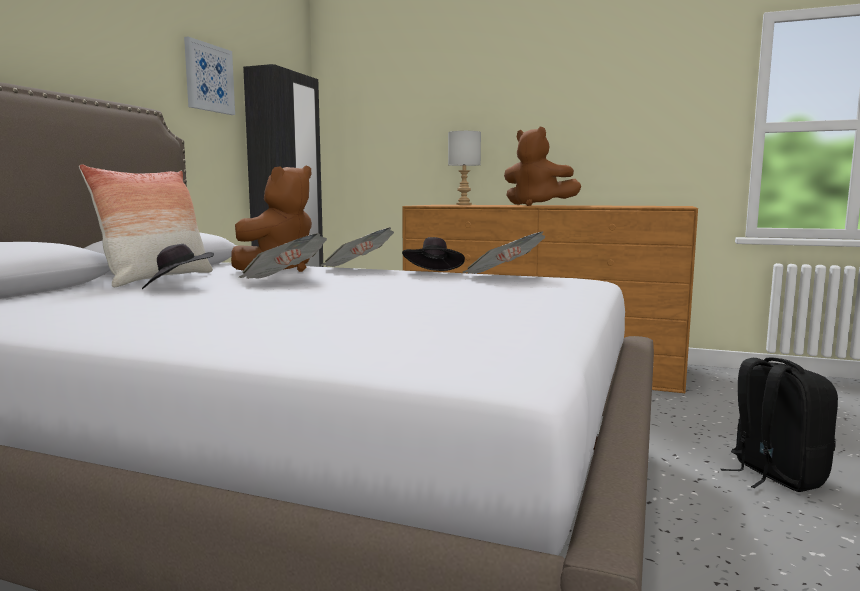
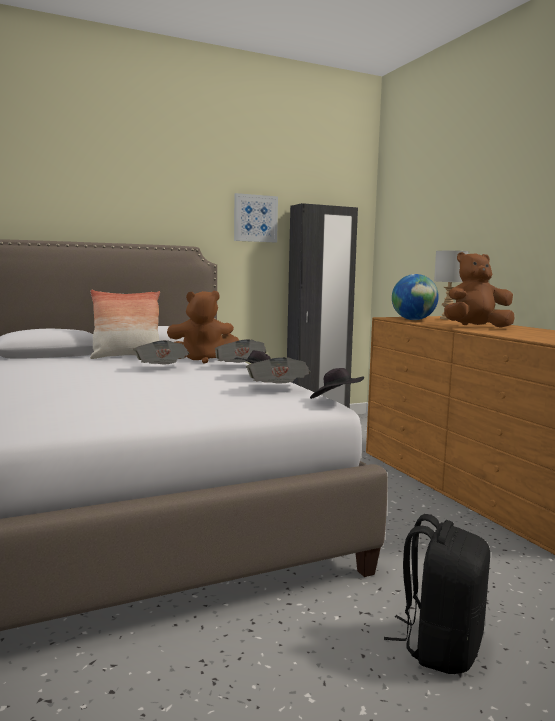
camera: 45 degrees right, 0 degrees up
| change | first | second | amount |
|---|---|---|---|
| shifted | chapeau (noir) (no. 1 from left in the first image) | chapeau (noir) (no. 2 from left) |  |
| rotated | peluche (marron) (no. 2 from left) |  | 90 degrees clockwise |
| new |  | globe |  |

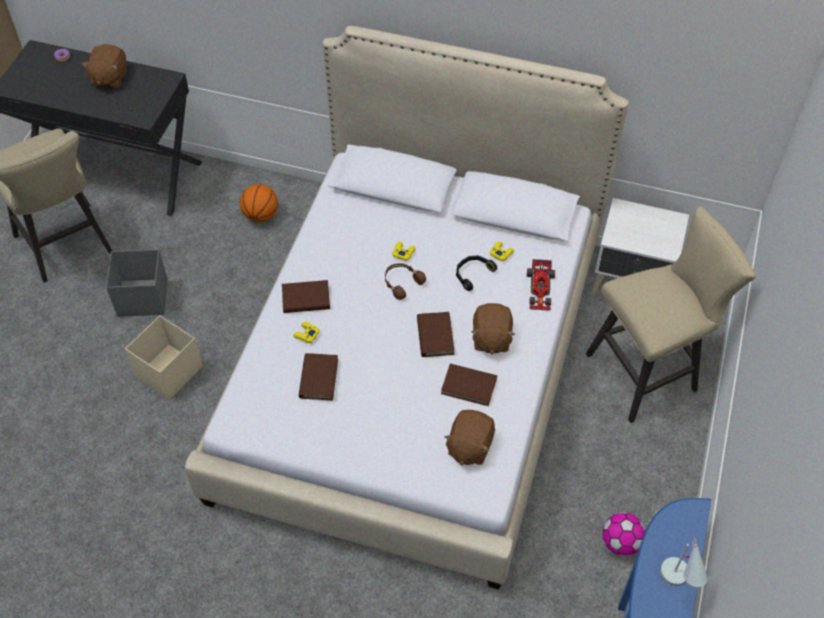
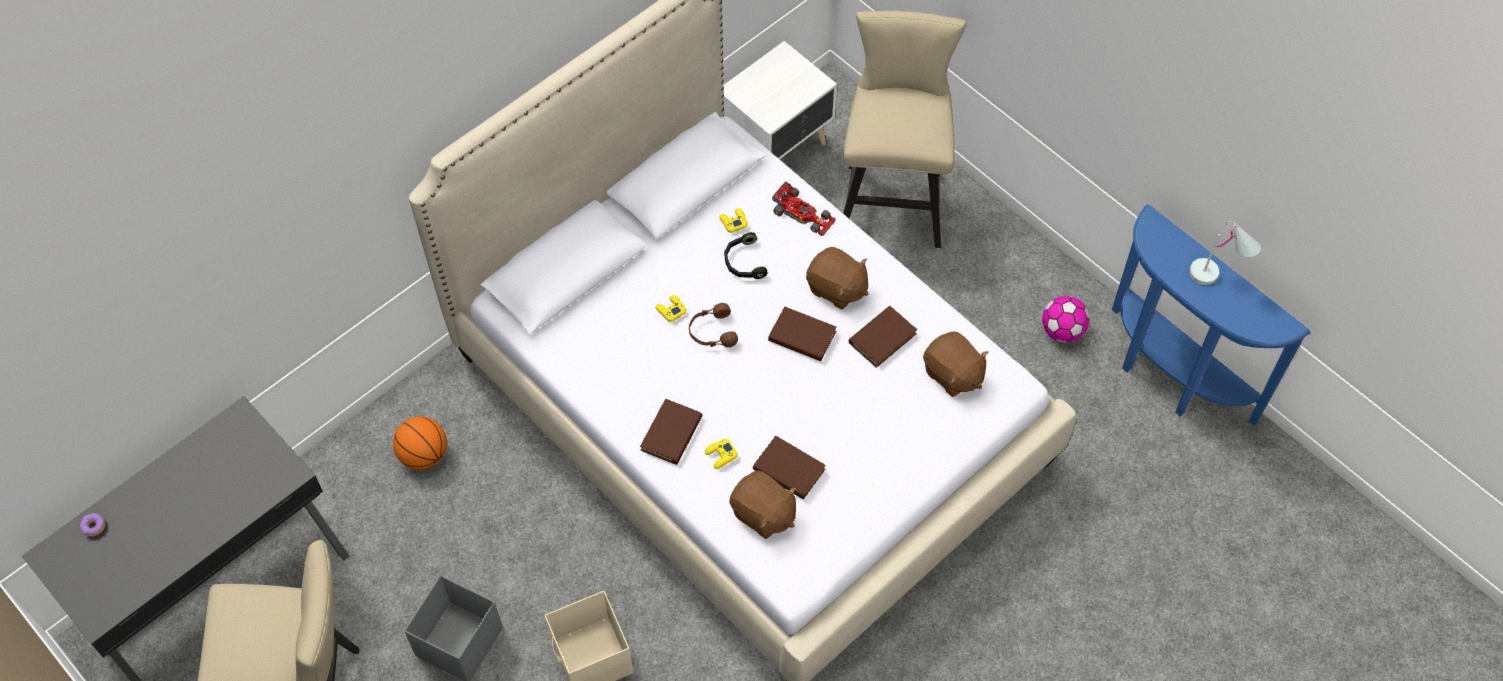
camera: 60 degrees left, 5 degrees up
| change | first | second | amount |
|---|---|---|---|
| shifted | peluche (marron) (no. 1 from left) |  |  |

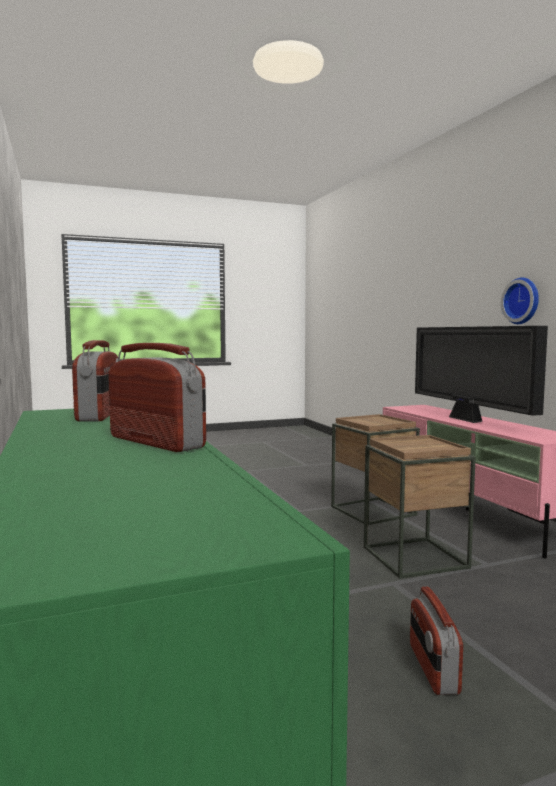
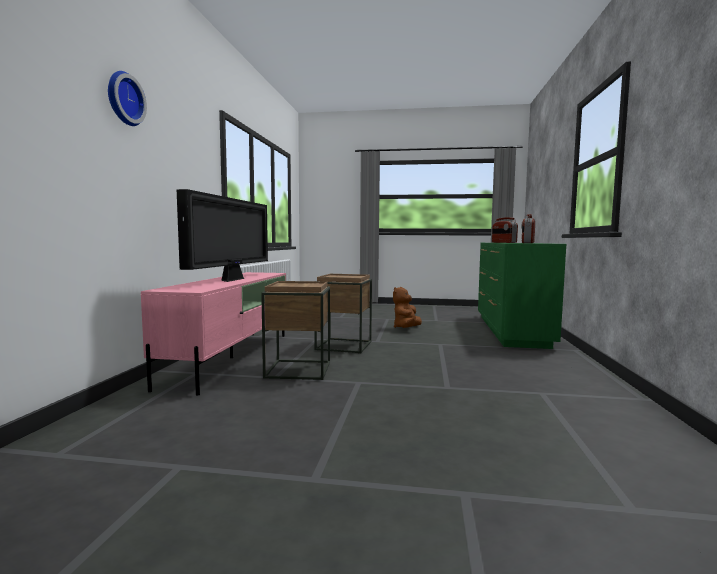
camera: 150 degrees left, 0 degrees up
| change | first | second | amount |
|---|---|---|---|
| swapped | radio (no. 3 from left) | peluche (marron) |  |
| shifted | horloge murale |  |  |

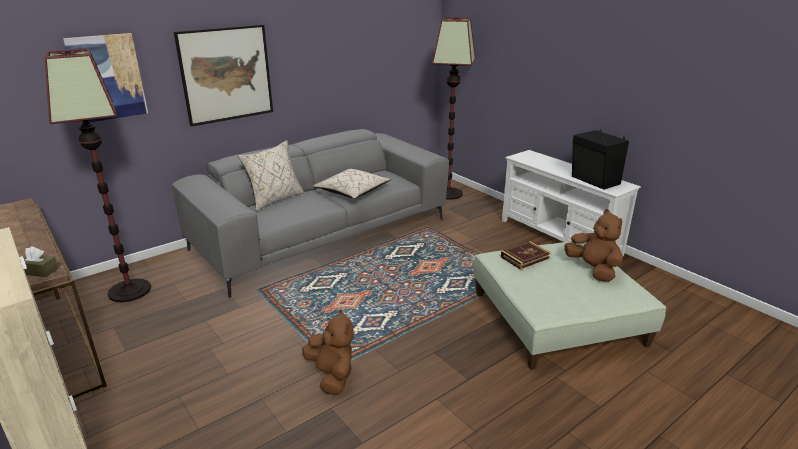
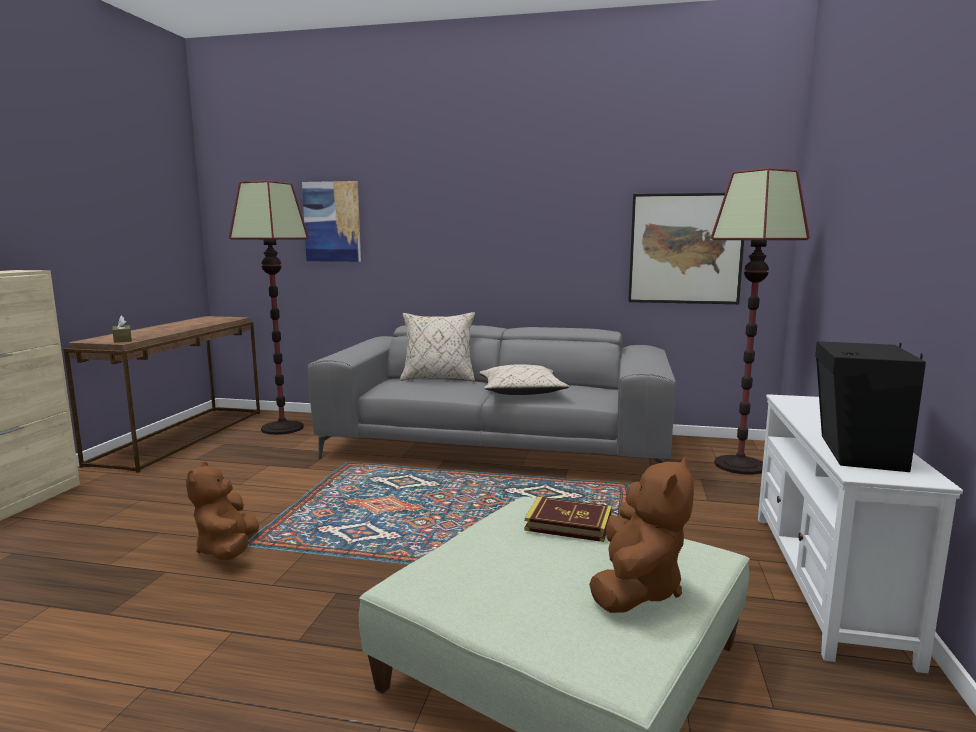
camera: 50 degrees right, 15 degrees down
| change | first | second | amount |
|---|---|---|---|
| shifted | tableau (no. 2 from left) |  |  |
| rotated | peluche (marron) (no. 1 from left) |  | 150 degrees clockwise |

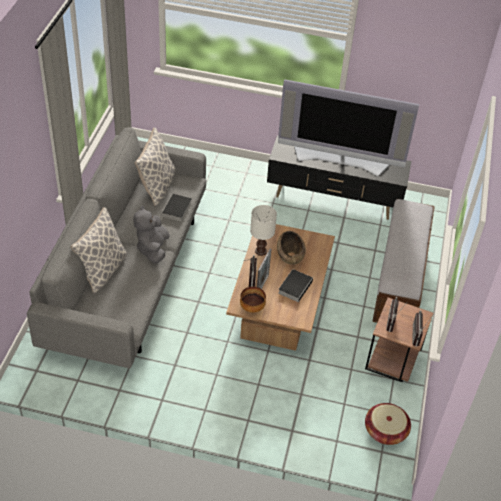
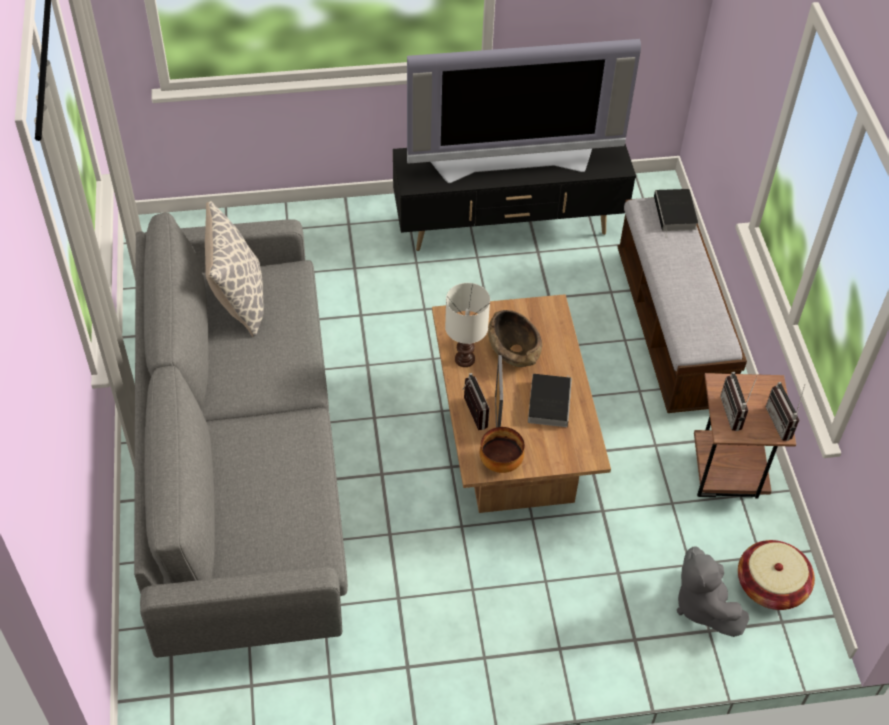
camera: 20 degrees left, 5 degrees up
| change | first | second | amount |
|---|---|---|---|
| gone | coussin (no. 1 from left) |  |  |
| shifted | peluche (gris) |  |  |
| shifted | livre (no. 1 from left in the first image) | livre (no. 2 from left) |  |

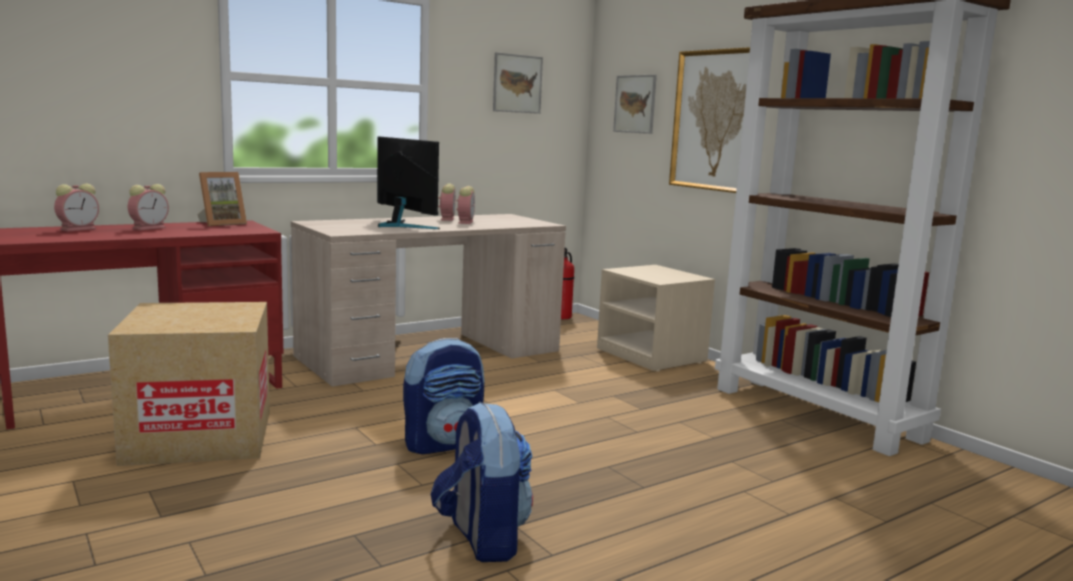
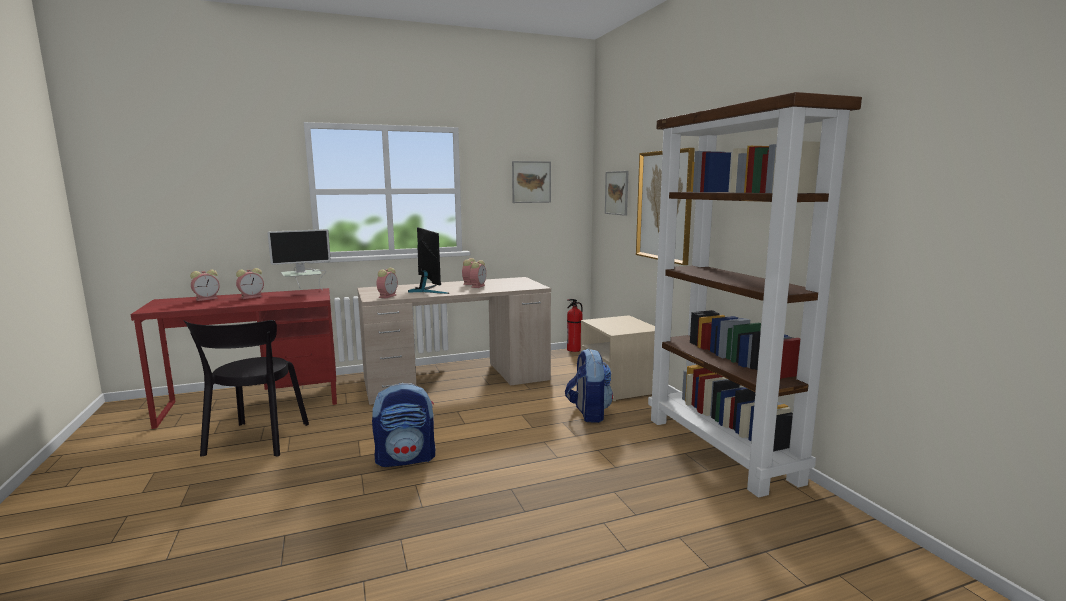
camera: 15 degrees right, 0 degrees up
| change | first | second | amount |
|---|---|---|---|
| swapped | carton | chaise (noir) |  |
| swapped | cadre photo | écran d'ordinateur (no. 1 from left) |  |
| shifted | sac à dos (no. 2 from left) |  |  |
| new |  | réveil (no. 3 from left) |  |

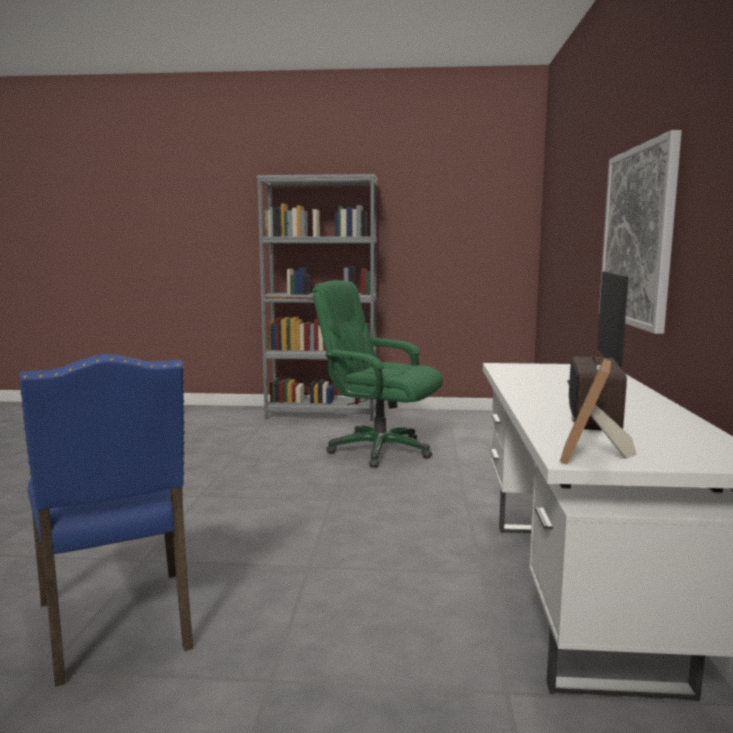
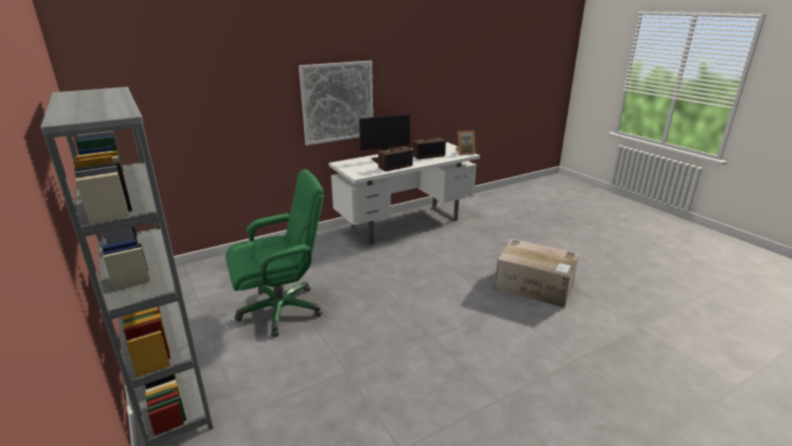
camera: 125 degrees left, 15 degrees up
| change | first | second | amount |
|---|---|---|---|
| swapped | chaise (bleu) | carton |  |
| rotated | chaise de bureau (vert) |  | 105 degrees counterclockwise |
| new |  | radio (no. 1 from left) |  |

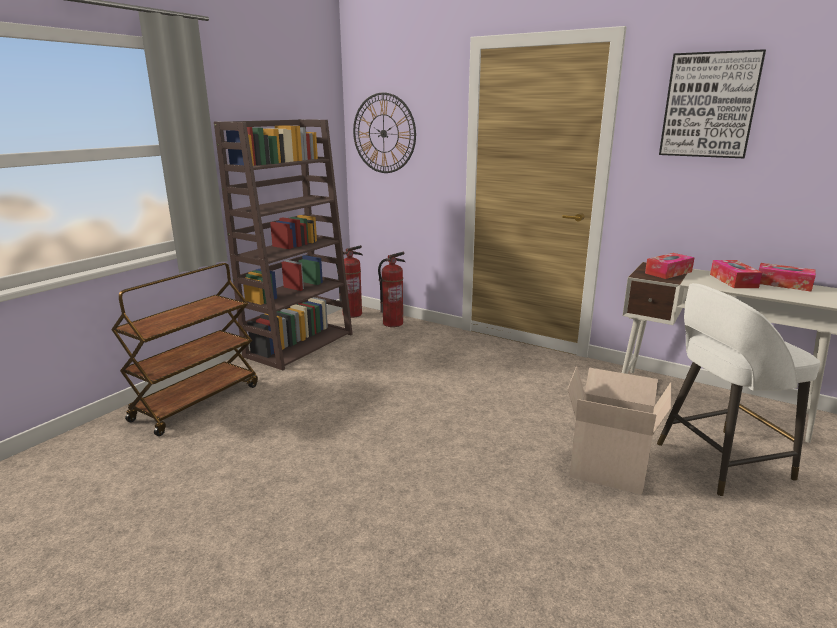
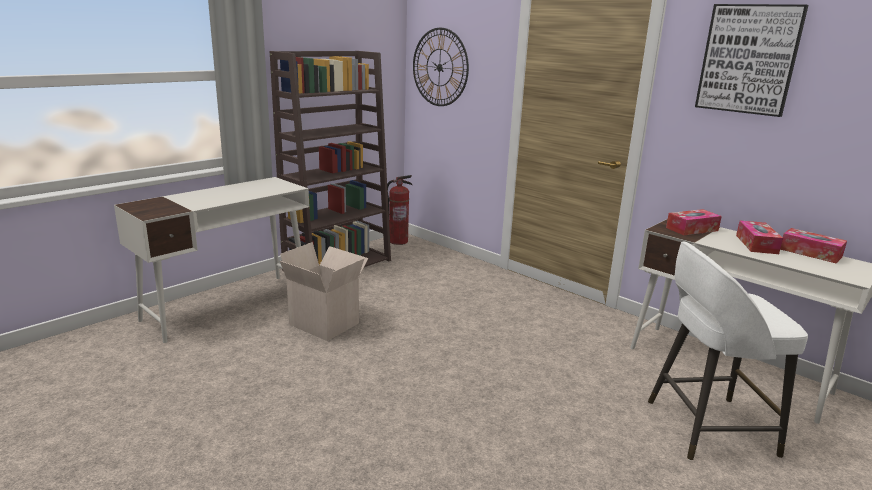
camera: 10 degrees right, 0 degrees up
| change | first | second | amount |
|---|---|---|---|
| swapped | chariot (marron) | bureau (blanc) (no. 1 from left) |  |
| gone | extincteur (no. 2 from left) |  |  |
| shifted | carton |  |  |

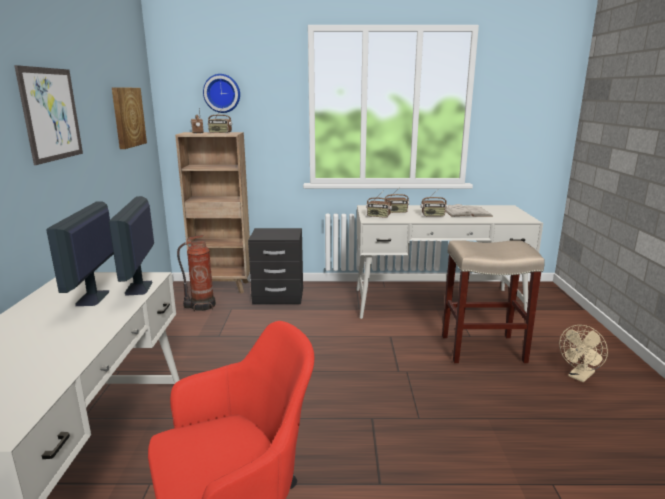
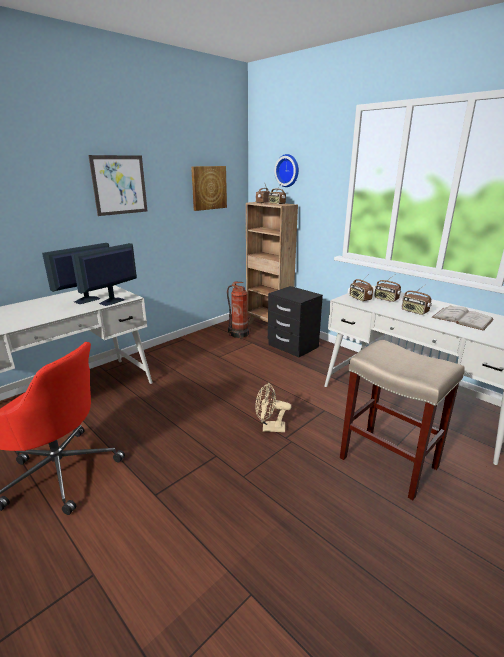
camera: 45 degrees right, 5 degrees up
| change | first | second | amount |
|---|---|---|---|
| shifted | ventilateur (beige) |  |  |

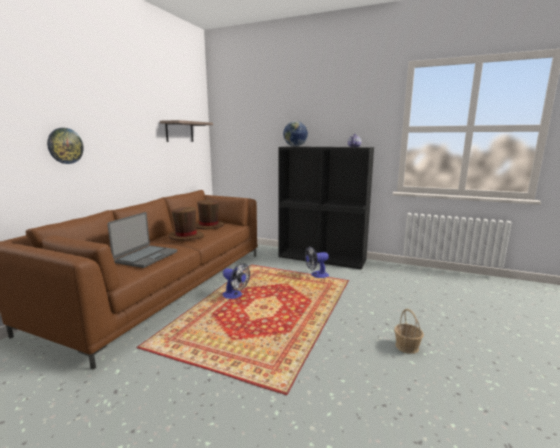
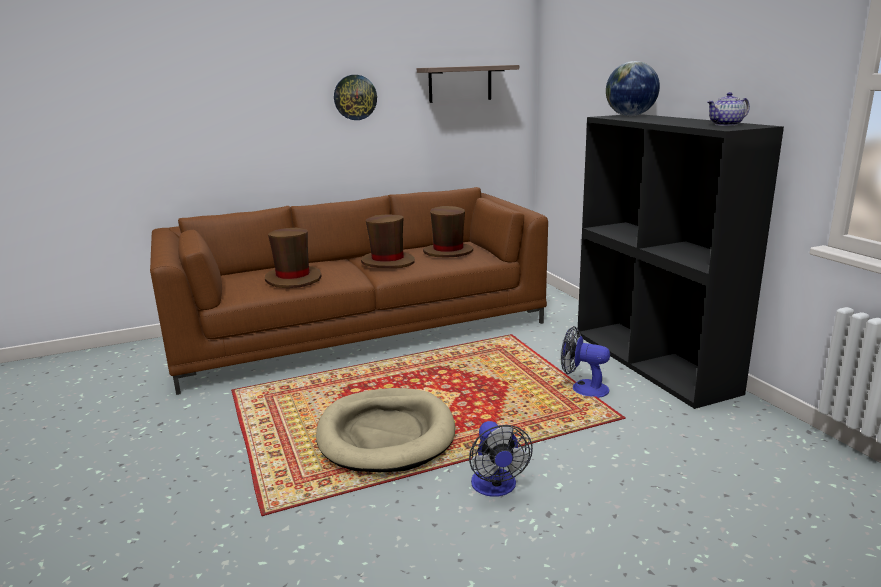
camera: 45 degrees right, 5 degrees up
| change | first | second | amount |
|---|---|---|---|
| shifted | horloge murale |  |  |
| swapped | ordinateur portable | chapeau (marron) (no. 1 from left) |  |
| shifted | ventilateur (no. 1 from left) |  |  |
| gone | panier |  |  |
| new |  | panier pour chien (beige) |  |

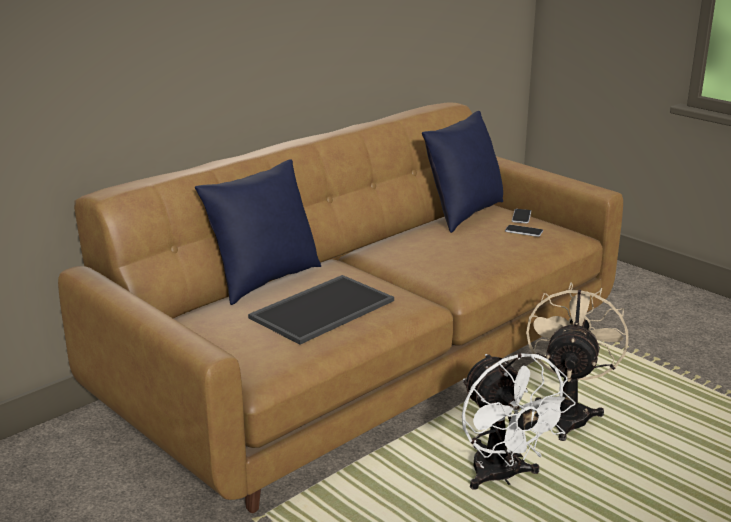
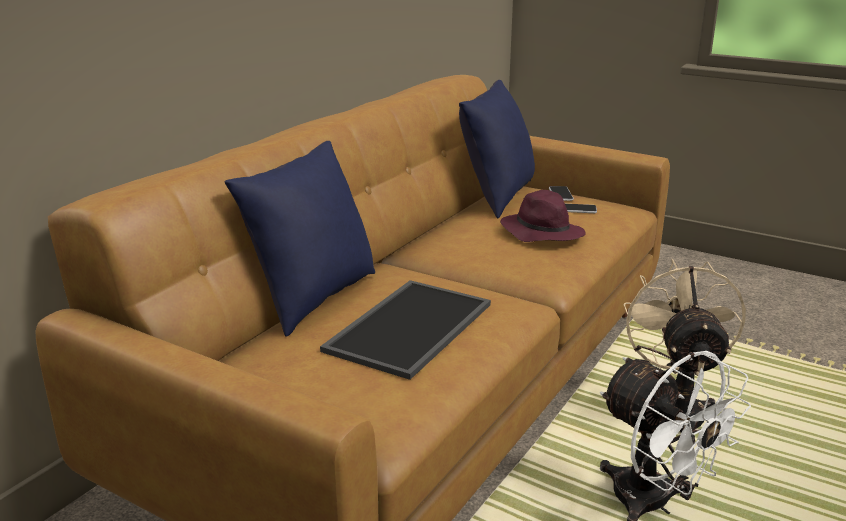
camera: 15 degrees left, 0 degrees up
| change | first | second | amount |
|---|---|---|---|
| new |  | chapeau (violet) |  |

